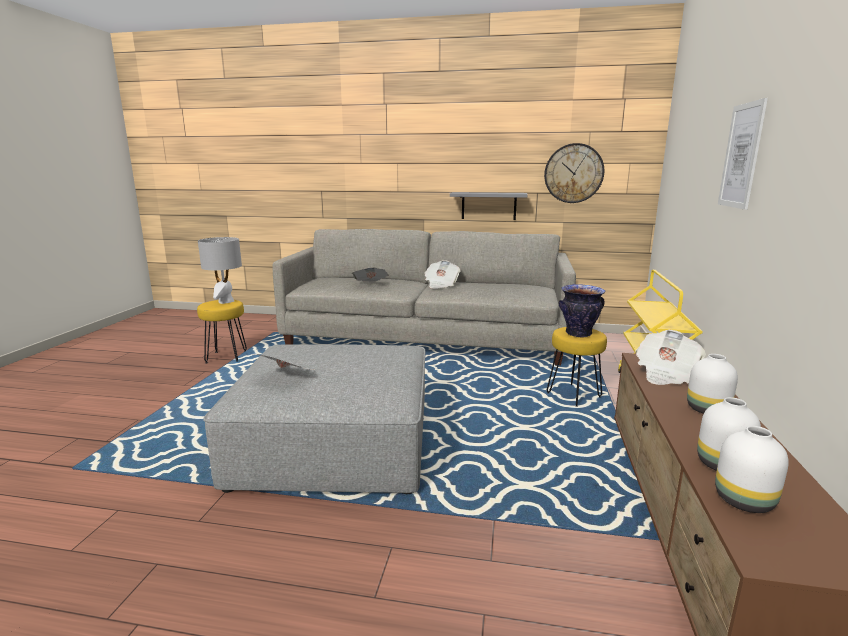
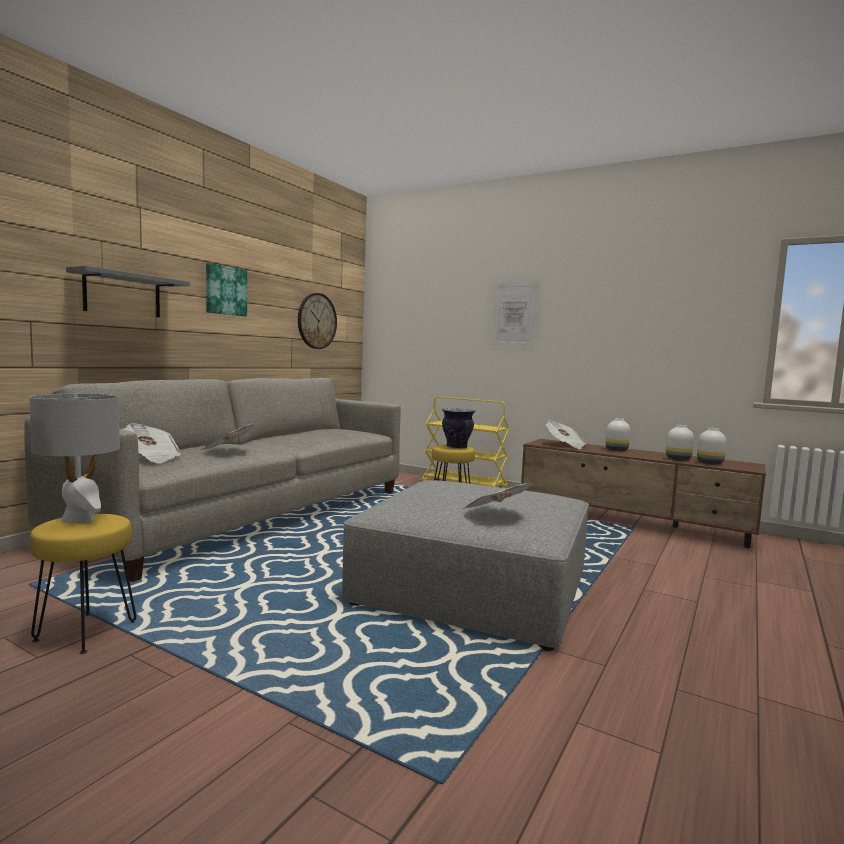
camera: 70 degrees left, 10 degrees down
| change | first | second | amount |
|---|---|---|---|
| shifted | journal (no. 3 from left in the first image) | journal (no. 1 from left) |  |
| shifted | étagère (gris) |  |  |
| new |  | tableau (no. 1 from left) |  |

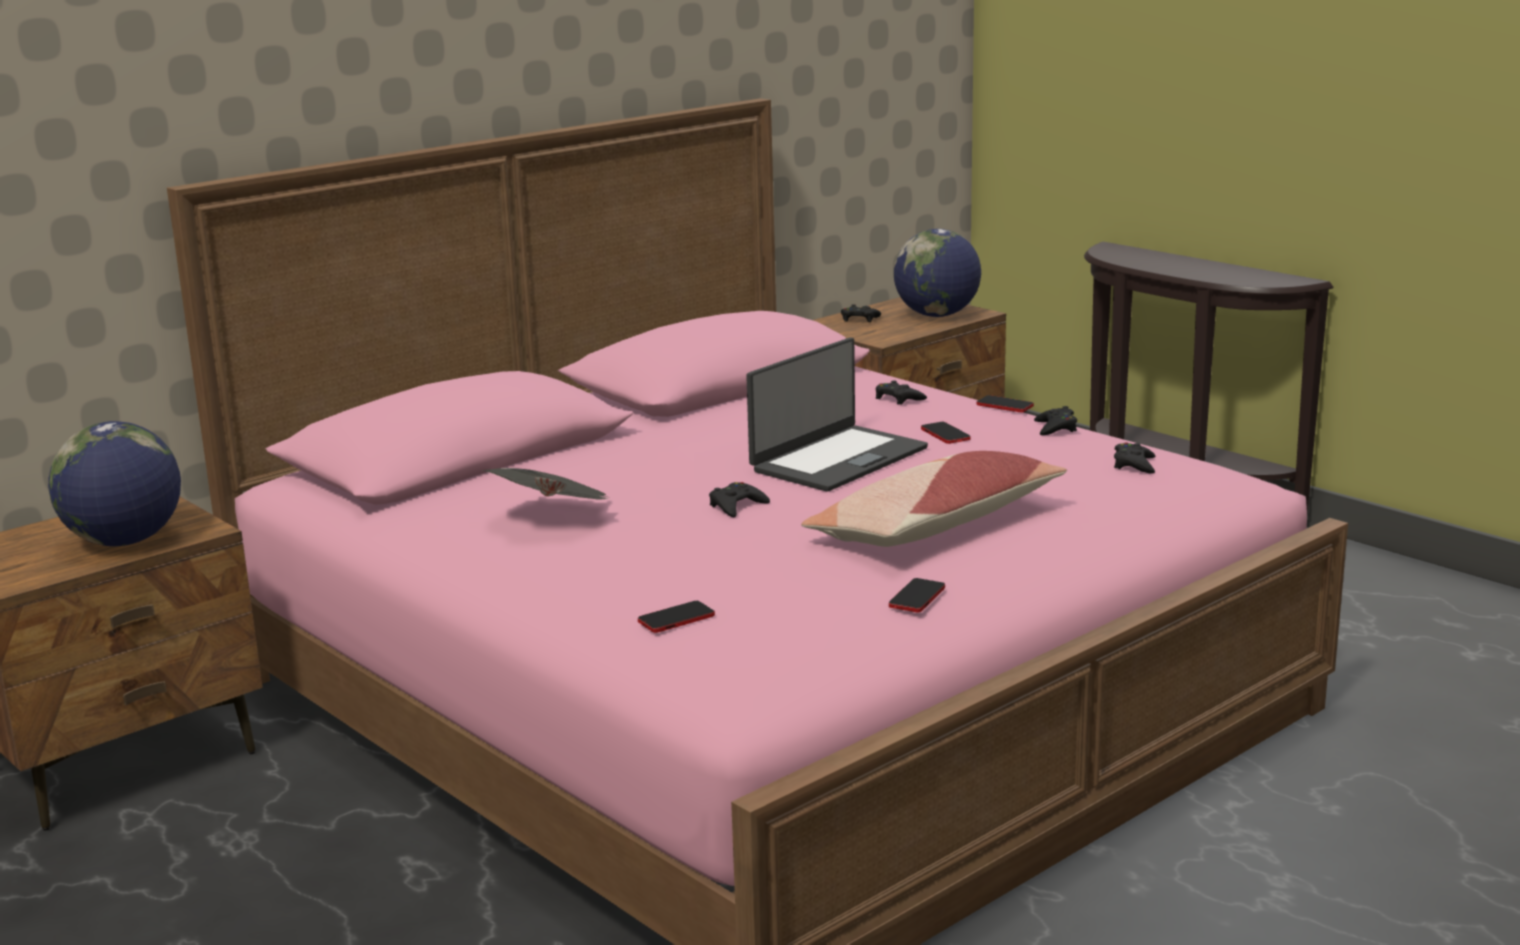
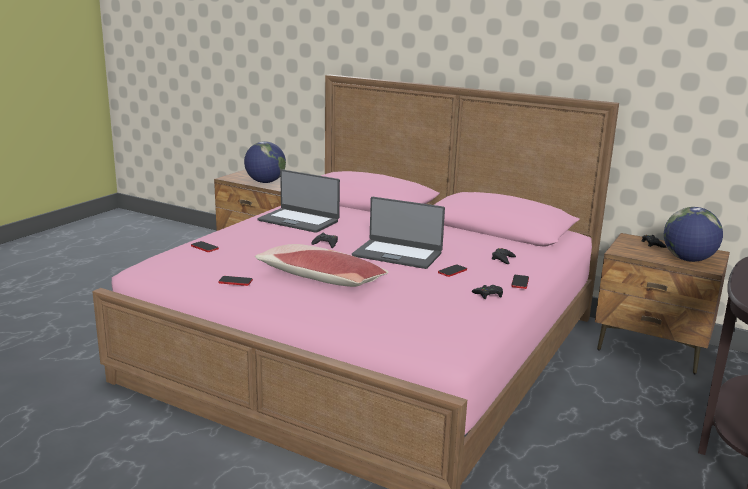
camera: 70 degrees right, 0 degrees up
| change | first | second | amount |
|---|---|---|---|
| swapped | journal | ordinateur portable (no. 1 from left) |  |
| gone | manette (noir) (no. 5 from left) |  |  |

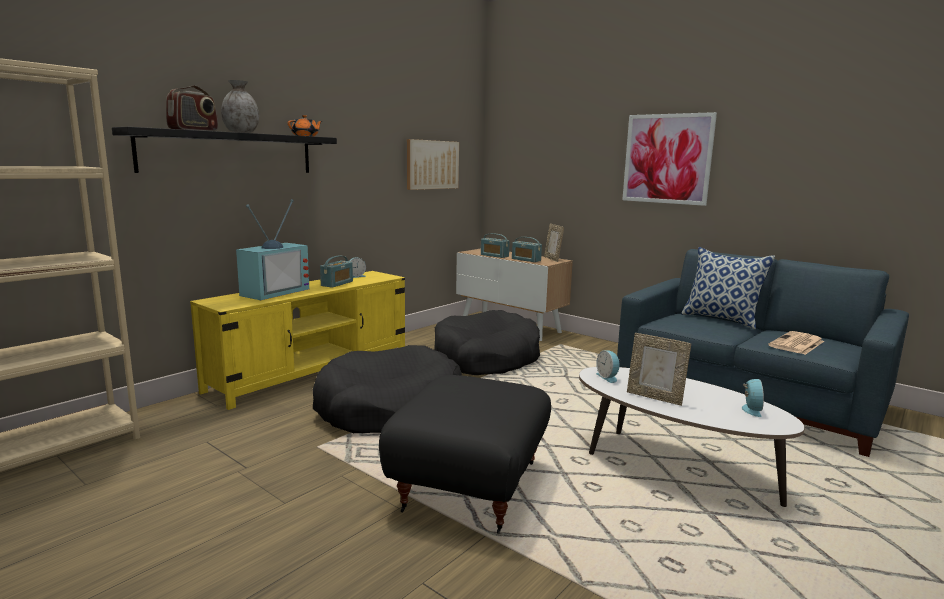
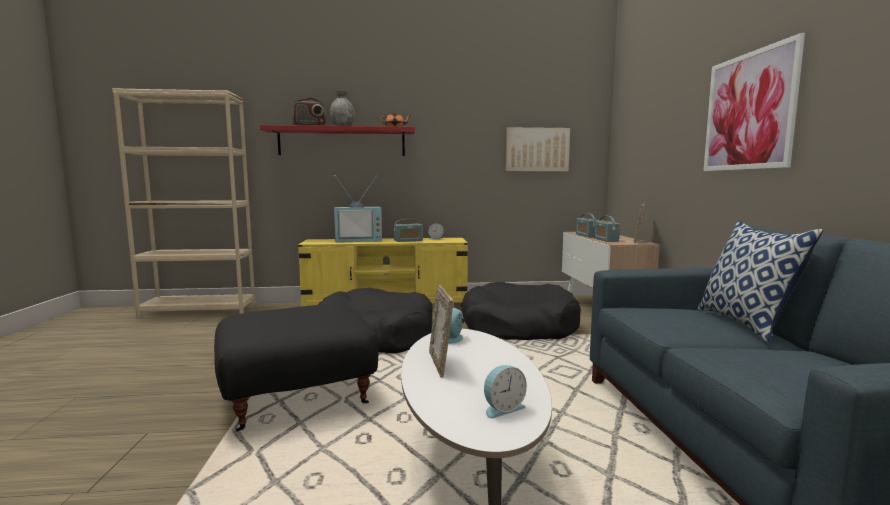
camera: 45 degrees right, 5 degrees down
| change | first | second | amount |
|---|---|---|---|
| repainted | étagère (noir) | étagère (rouge) |  |
| gone | journal |  |  |

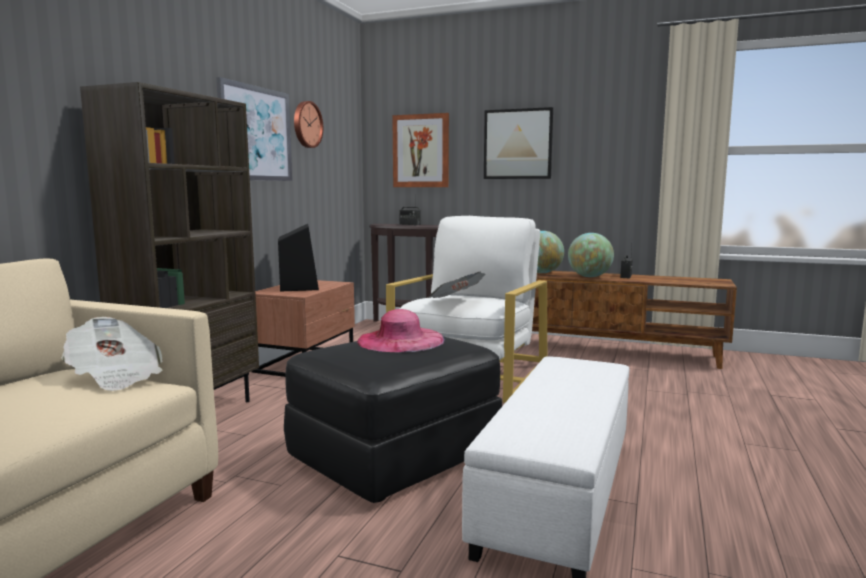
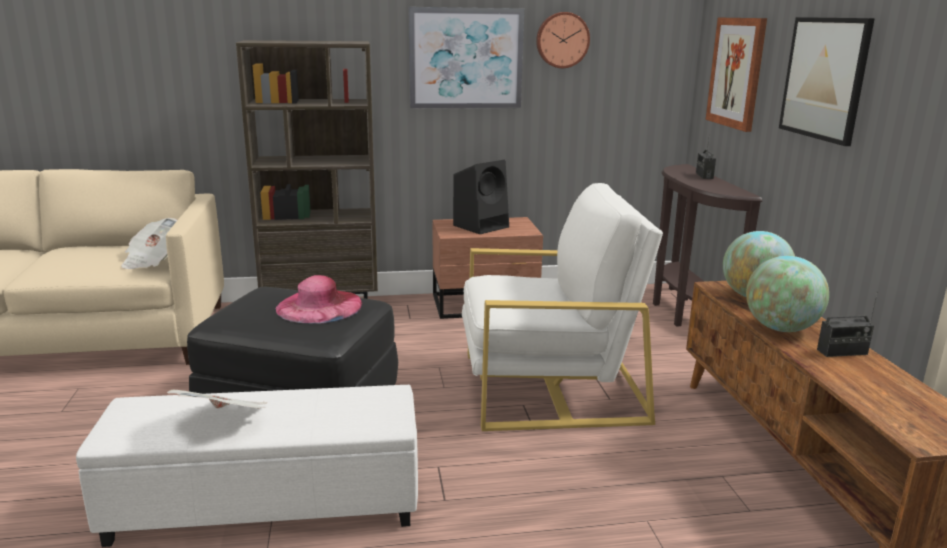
camera: 60 degrees right, 10 degrees up
| change | first | second | amount |
|---|---|---|---|
| shifted | journal (no. 2 from left) |  |  |

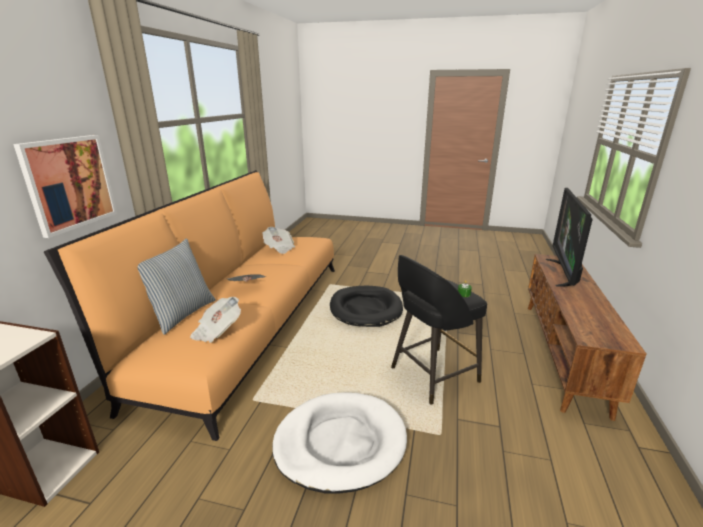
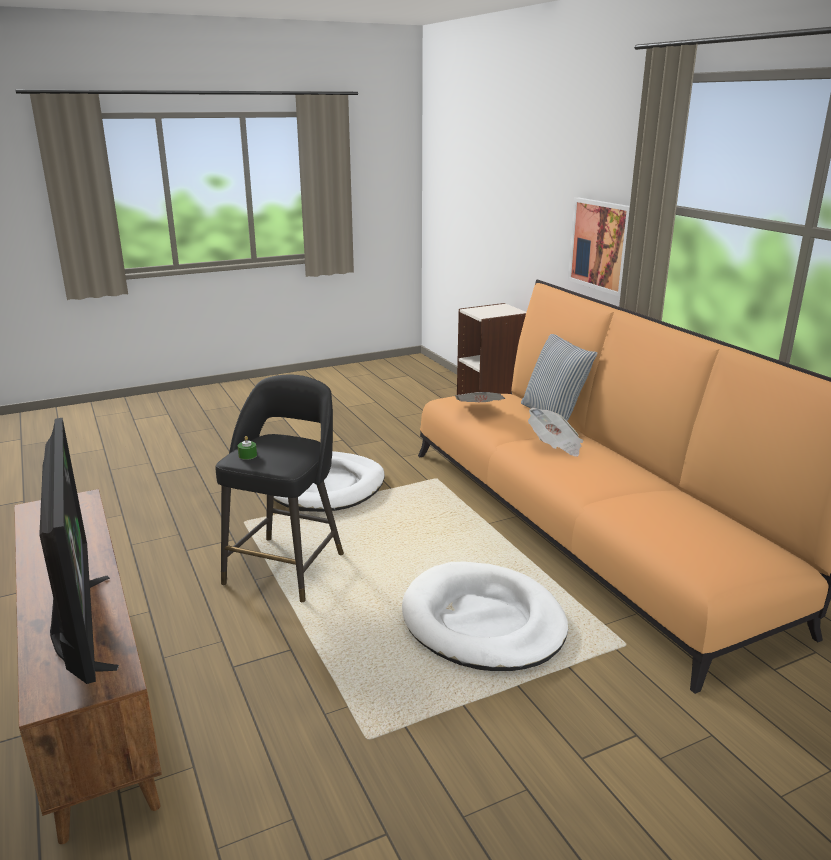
camera: 140 degrees right, 0 degrees up
| change | first | second | amount |
|---|---|---|---|
| gone | journal (no. 3 from left) |  |  |
| repainted | panier pour chien (noir) | panier pour chien (blanc) (no. 2 from left) |  |

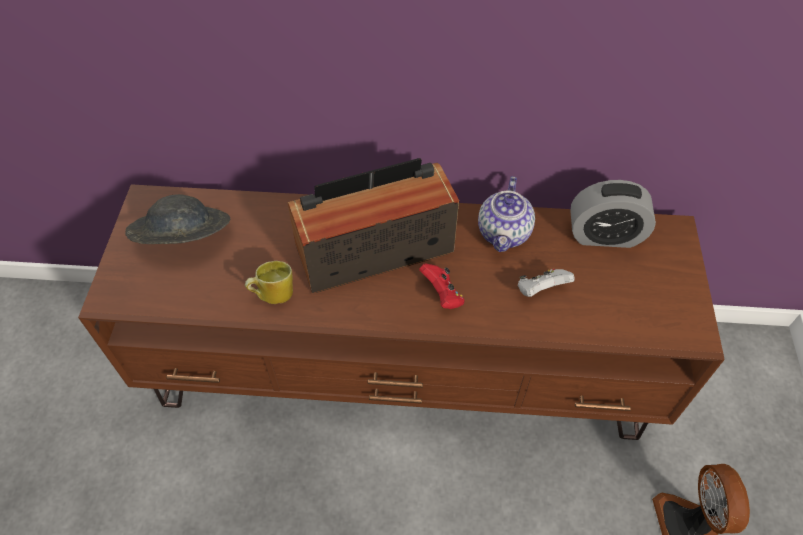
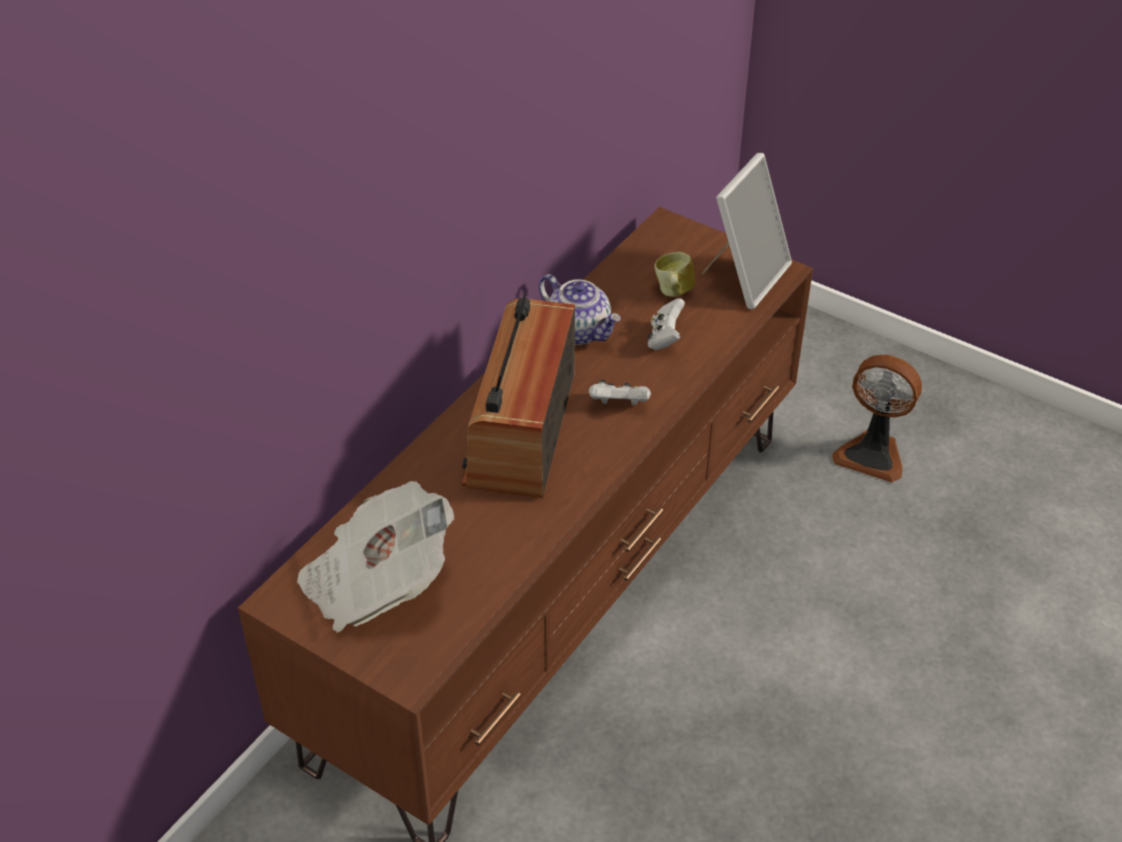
camera: 60 degrees left, 10 degrees down
| change | first | second | amount |
|---|---|---|---|
| swapped | chapeau (gris) | journal |  |
| shifted | mug |  |  |
| repainted | manette (rouge) | manette (blanc) (no. 1 from left) |  |
| gone | réveil |  |  |
| new |  | cadre photo |  |

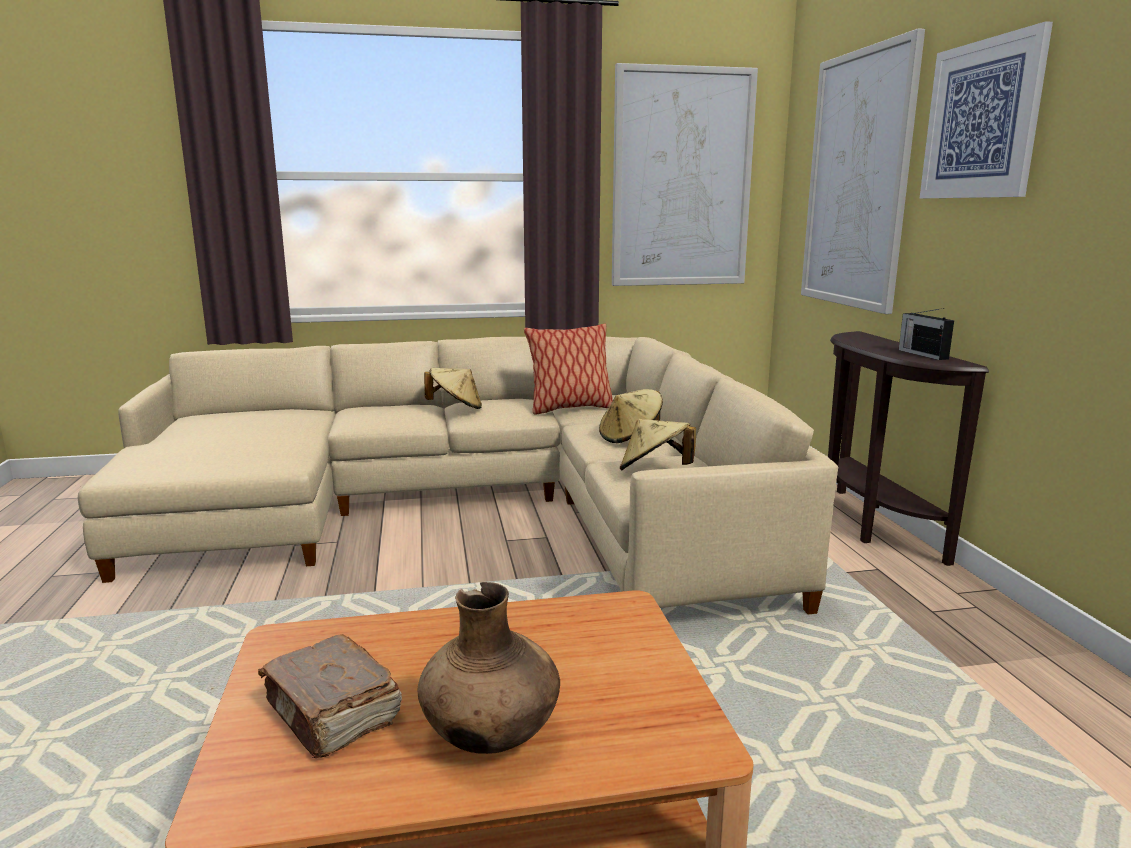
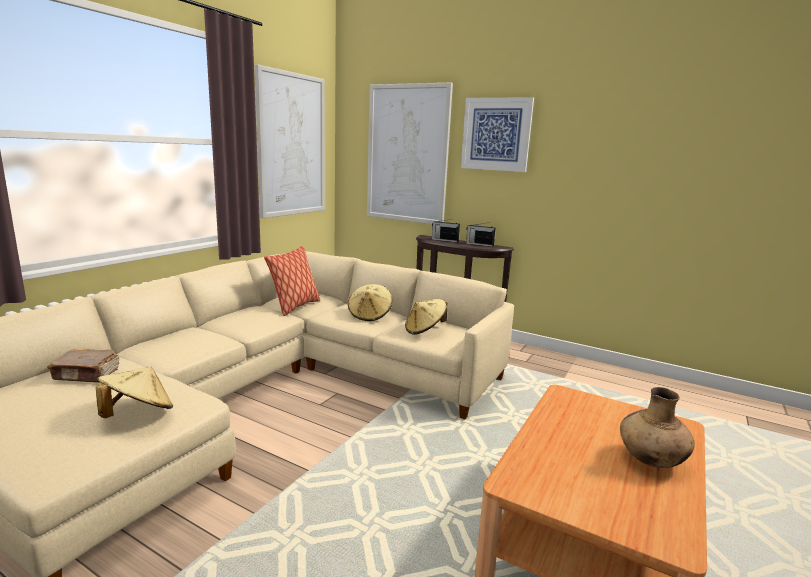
camera: 50 degrees left, 0 degrees up
| change | first | second | amount |
|---|---|---|---|
| shifted | livre (marron) |  |  |
| shifted | chapeau (beige) (no. 1 from left) |  |  |
| new |  | radio (no. 1 from left) |  |

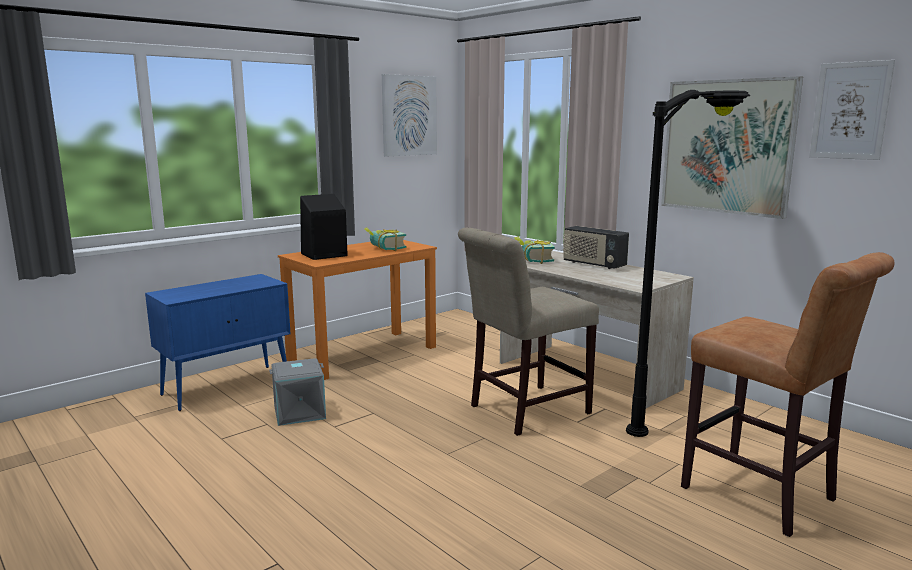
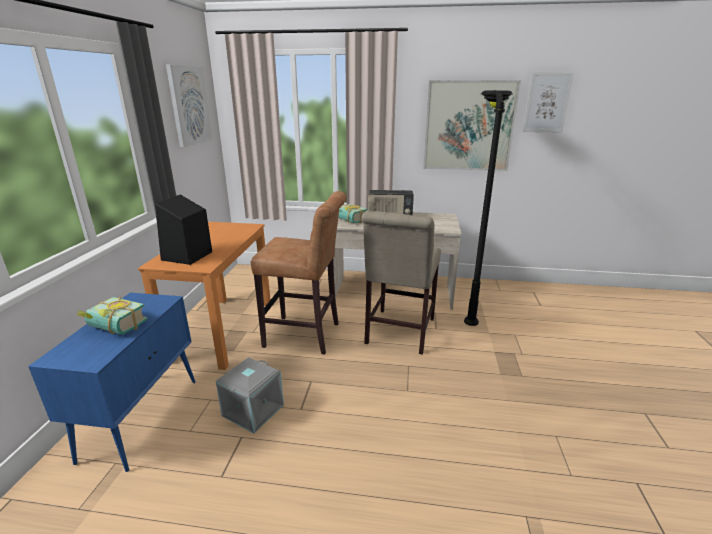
camera: 40 degrees left, 10 degrees up
| change | first | second | amount |
|---|---|---|---|
| shifted | livre (no. 1 from left) |  |  |
| shifted | tabouret (marron) |  |  |

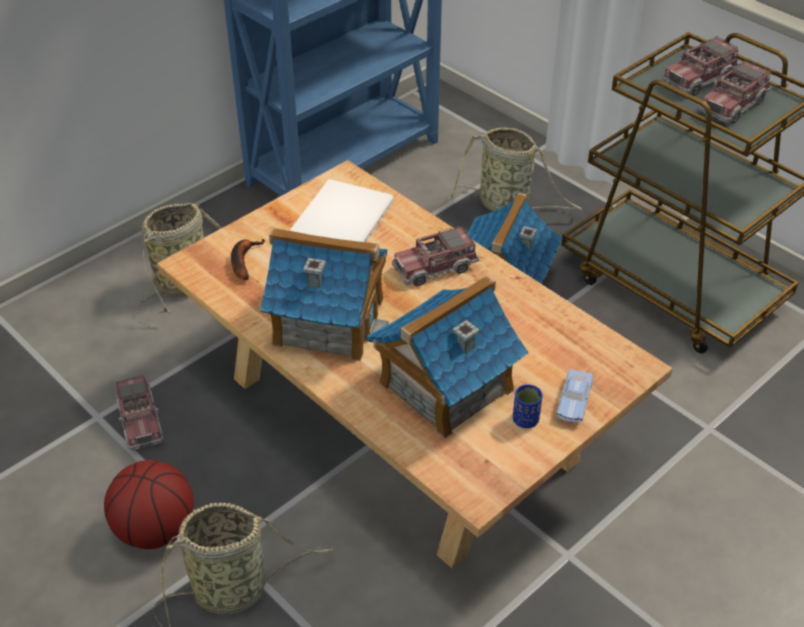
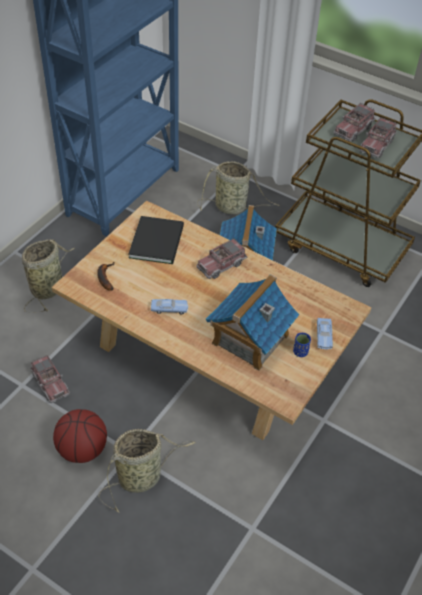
camera: 15 degrees left, 5 degrees up
| change | first | second | amount |
|---|---|---|---|
| swapped | maison miniature (no. 1 from left) | petite voiture (bleu) (no. 1 from left) |  |
| repainted | livre (blanc) | livre (noir) |  |

